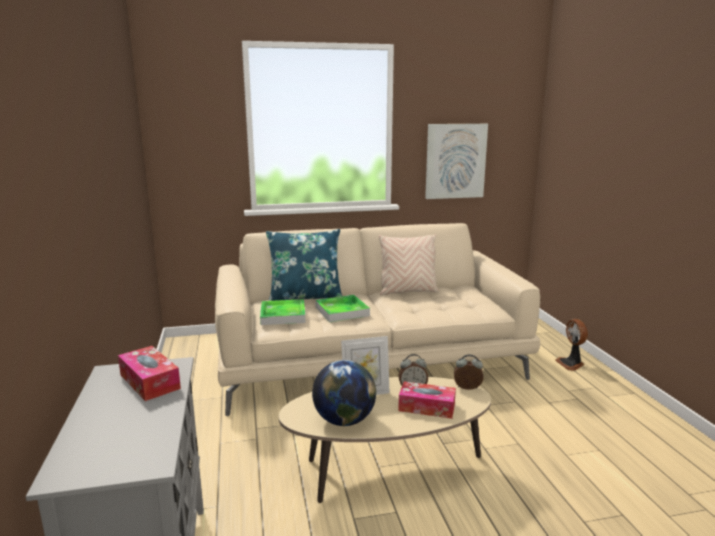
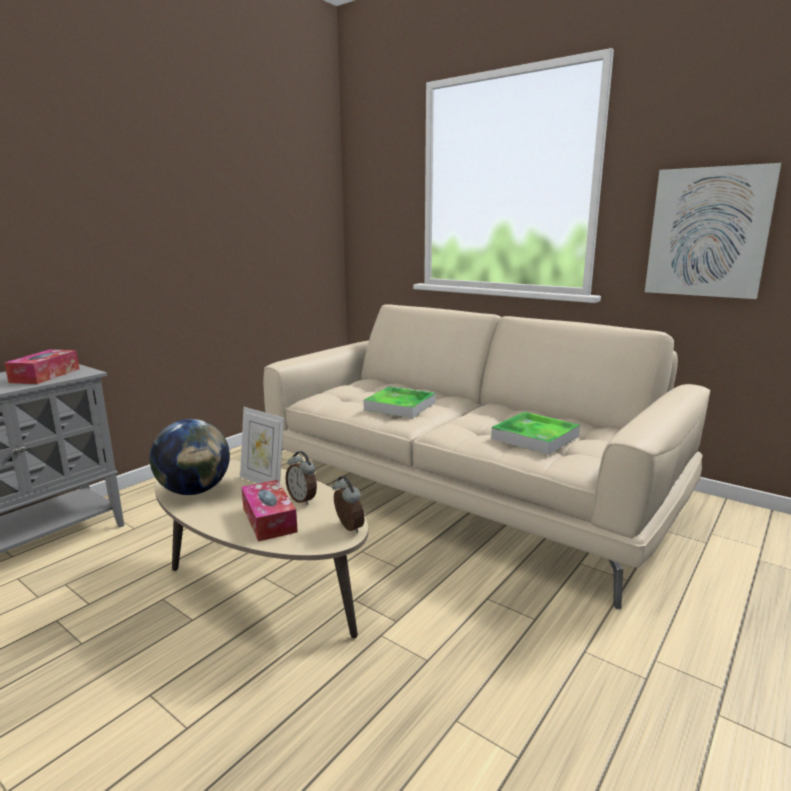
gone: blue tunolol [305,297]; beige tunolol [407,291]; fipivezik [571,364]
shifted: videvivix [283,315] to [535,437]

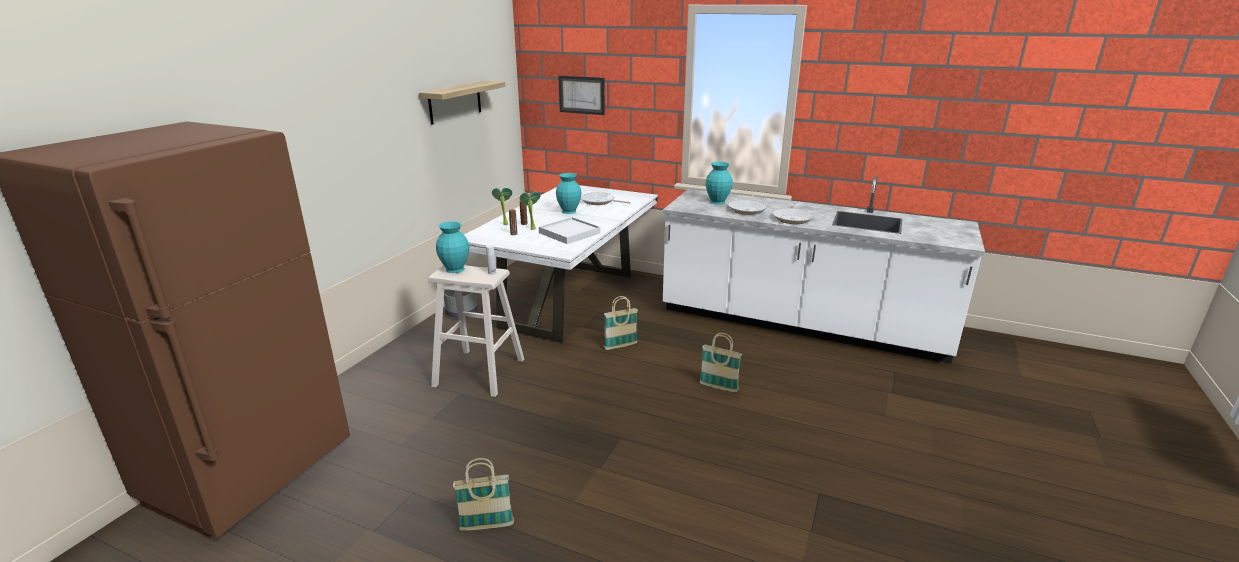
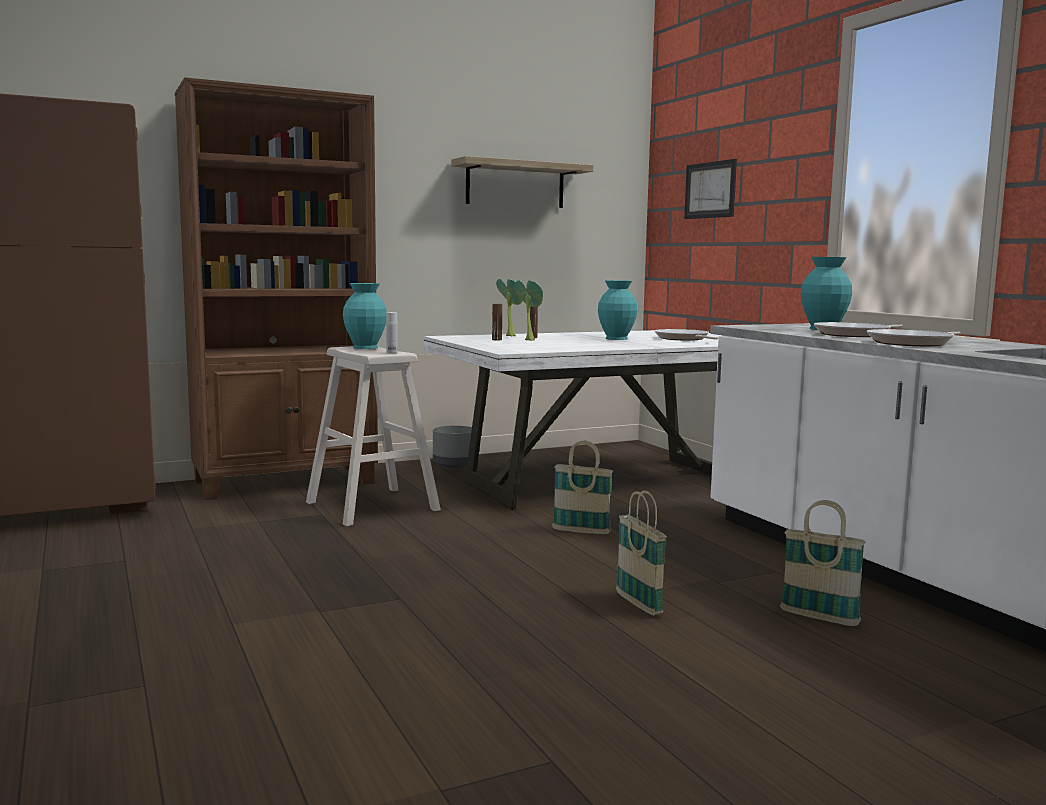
gone: white videvivix [569,233]
new: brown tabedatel [286,482]
shifted: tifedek [486,526] to [819,617]

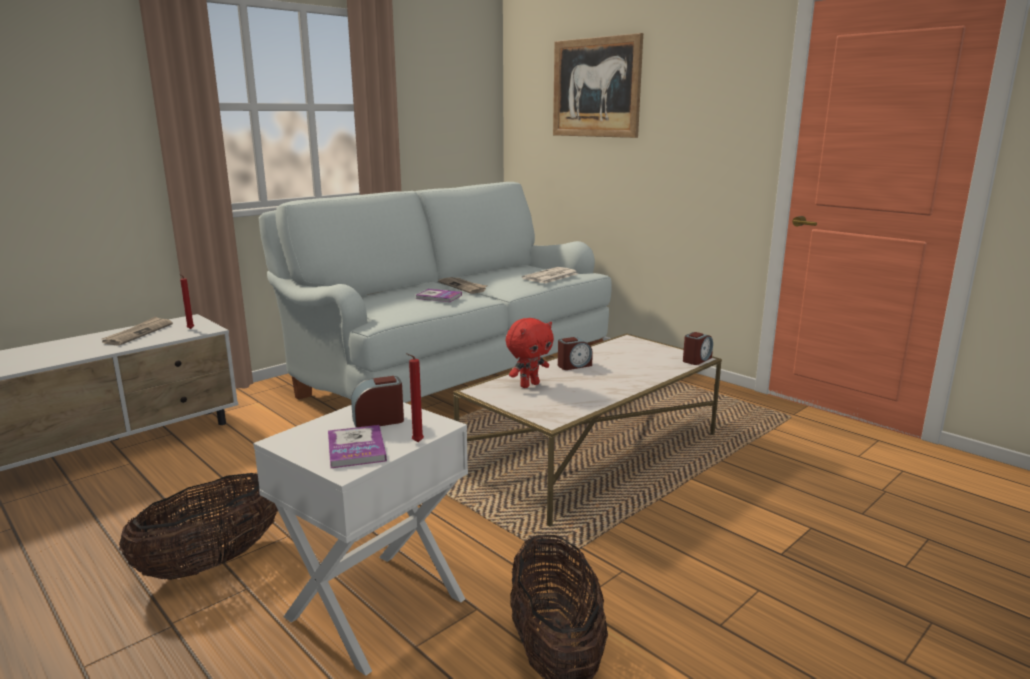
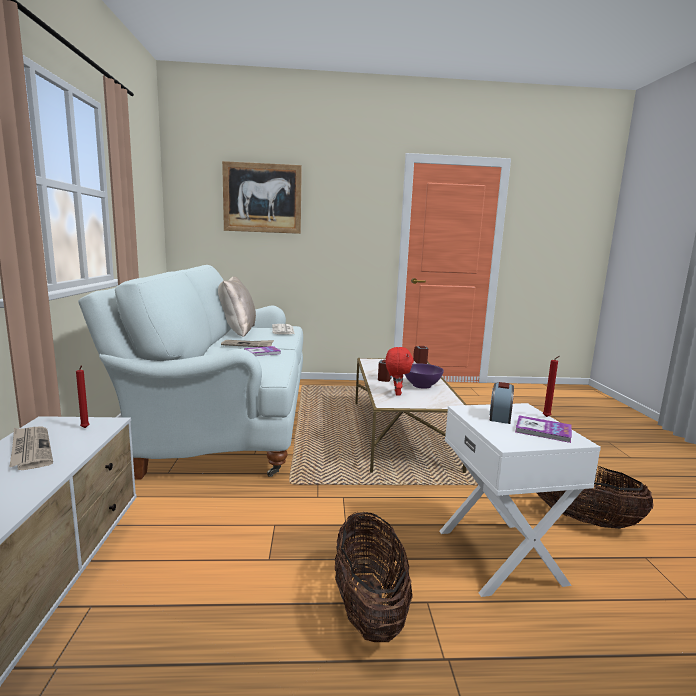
new: beige tunolol [238,331]; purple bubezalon [422,385]

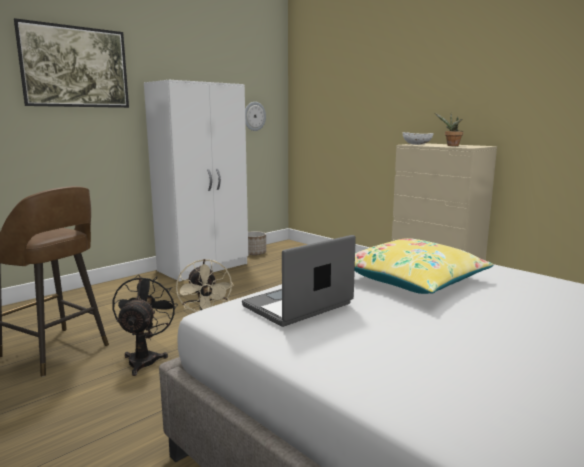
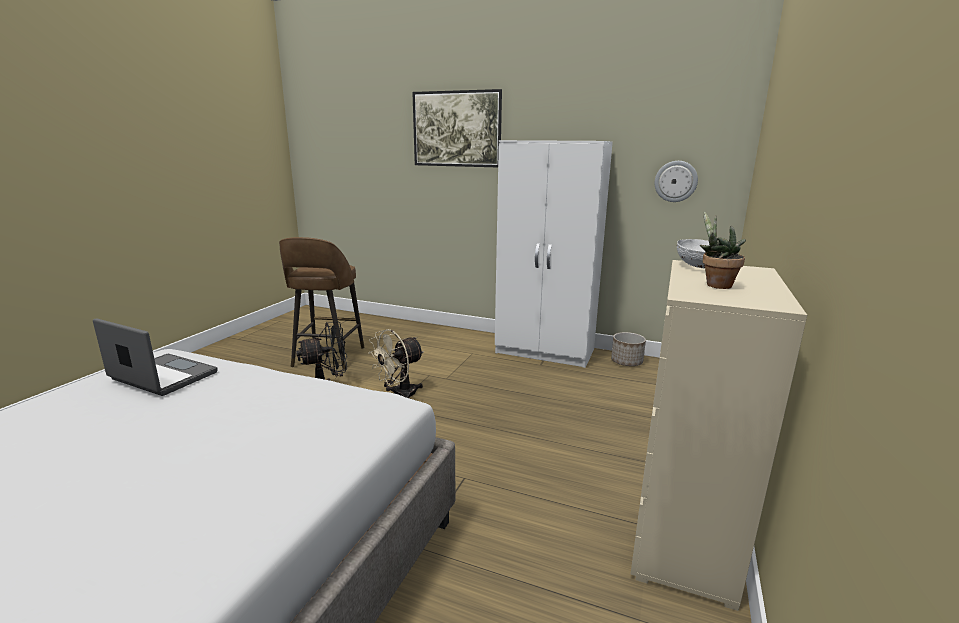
gone: yellow tunolol [413,280]

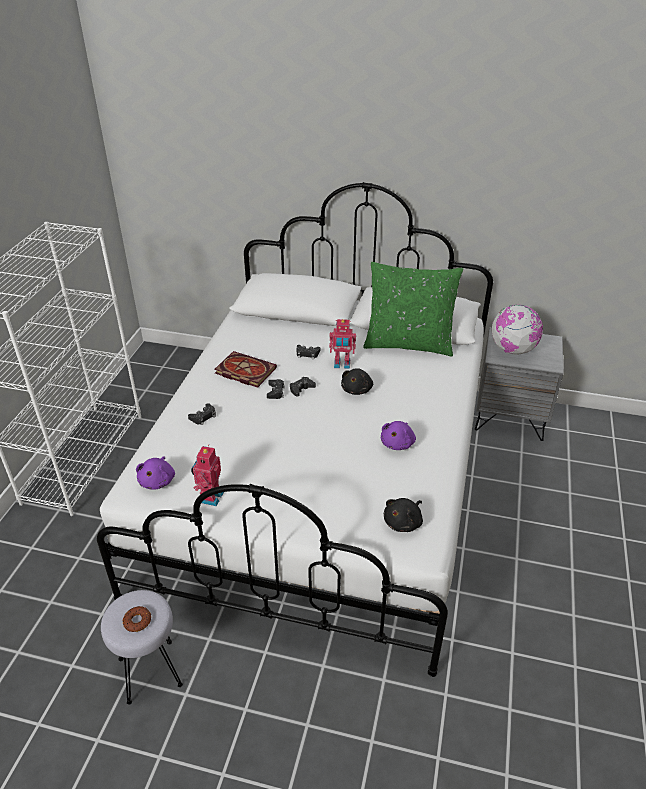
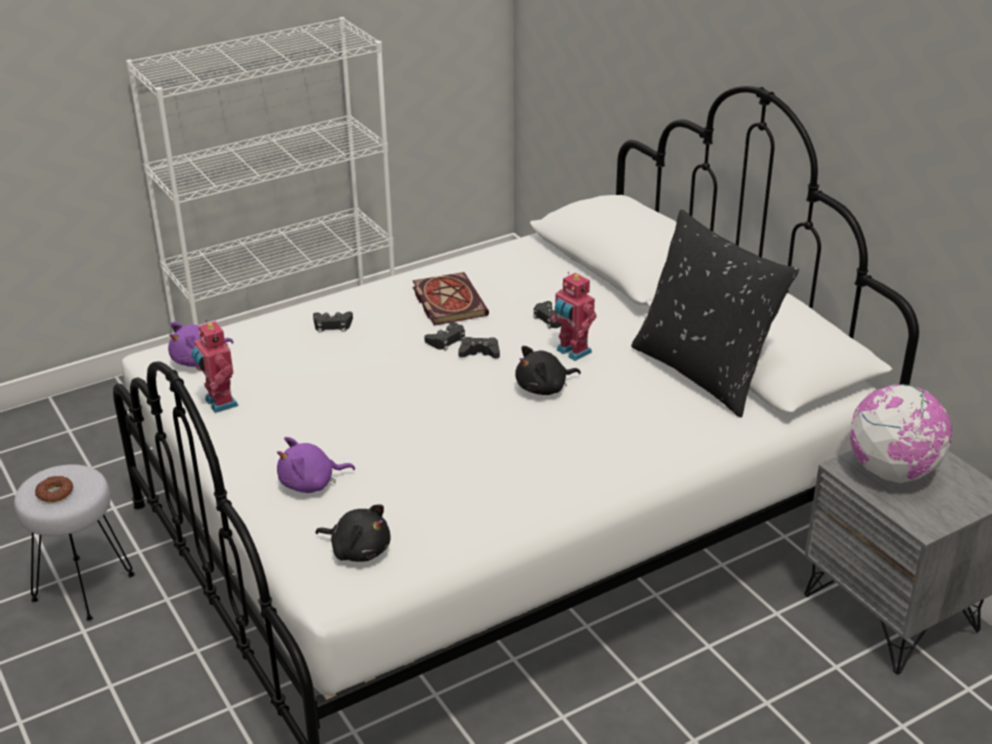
shifted: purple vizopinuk [398,443] to [311,483]
repainted: green tunolol [408,344] to black tunolol [704,372]
rotated: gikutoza [210,497] = [219,403] 90 degrees counterclockwise; black vizopinuk [404,522] = [358,550] 150 degrees counterclockwise

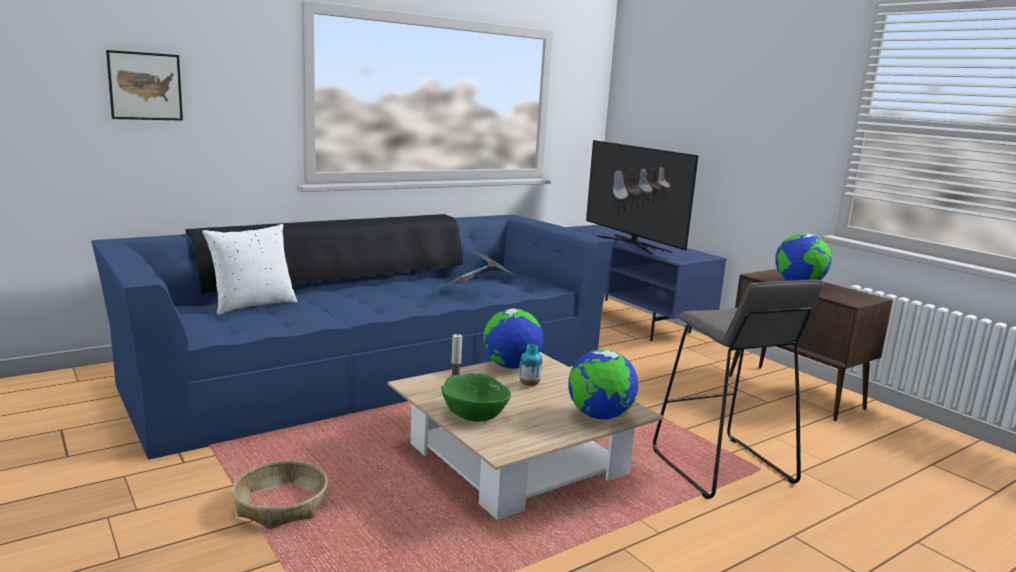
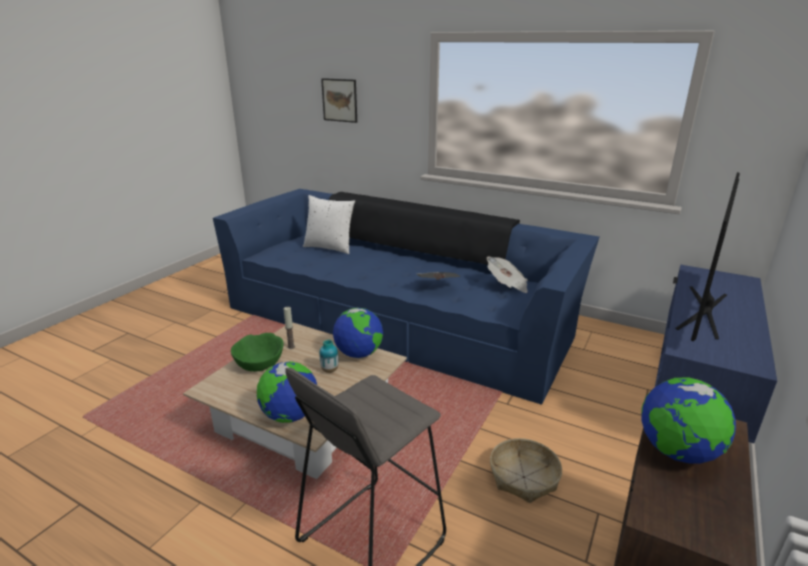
shifted: tifedek [281,505] to [523,477]

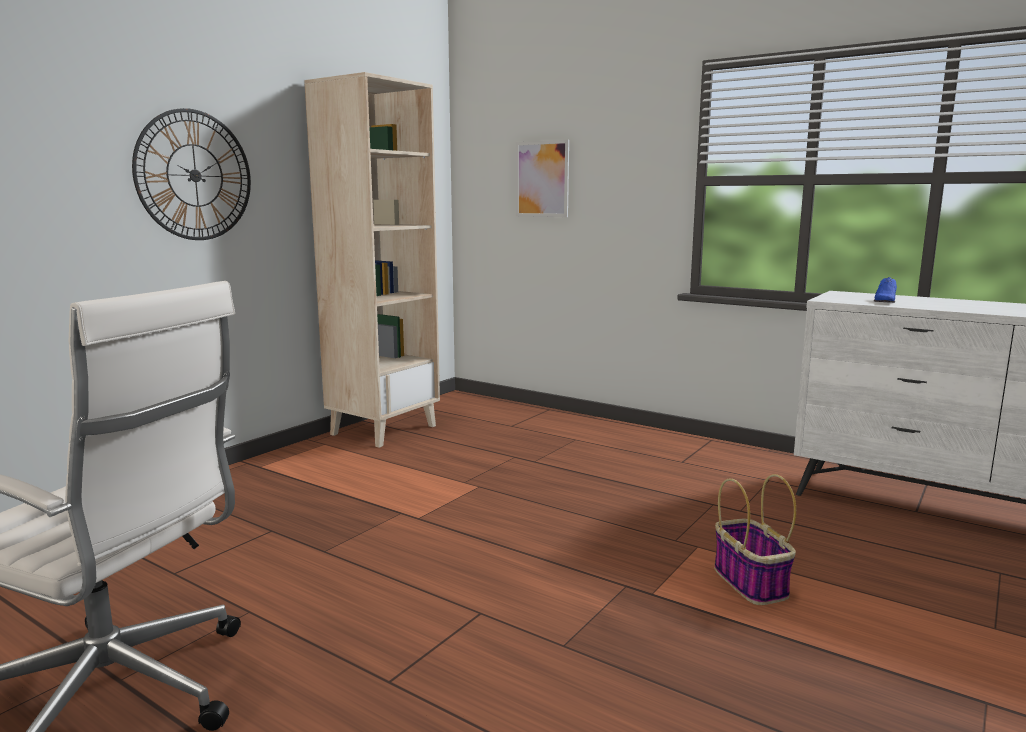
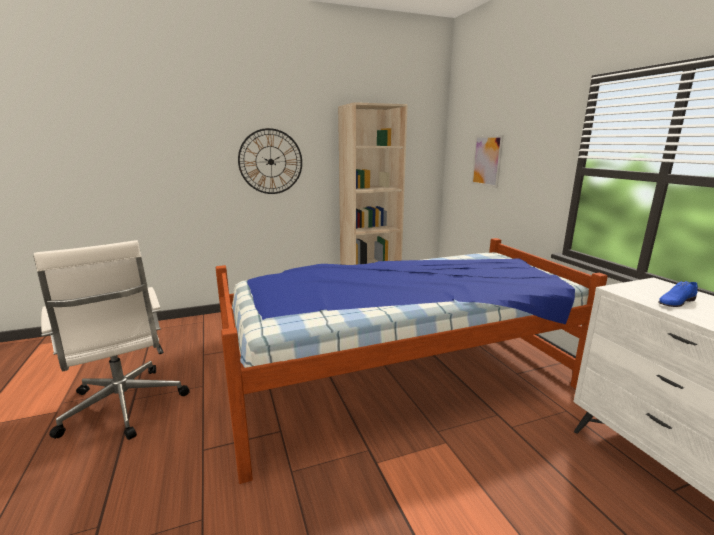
gone: tifedek [751,583]
new: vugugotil [399,379]

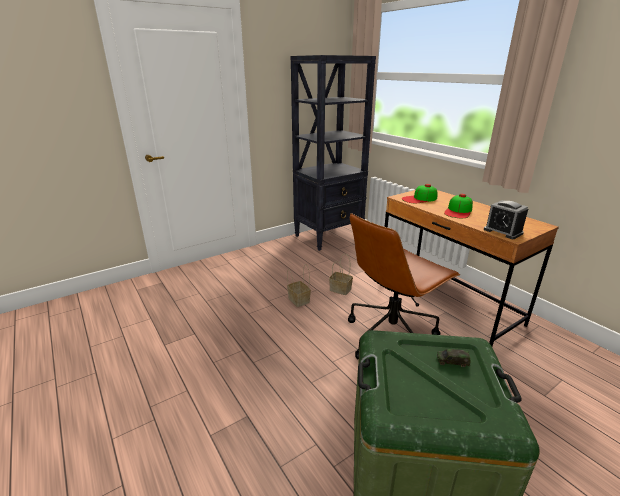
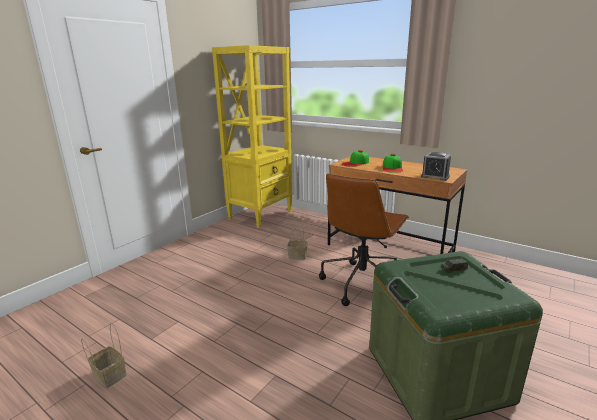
shifted: tifedek [298,300] to [108,375]
repainted: black tabedatel [329,236] to yellow tabedatel [261,215]

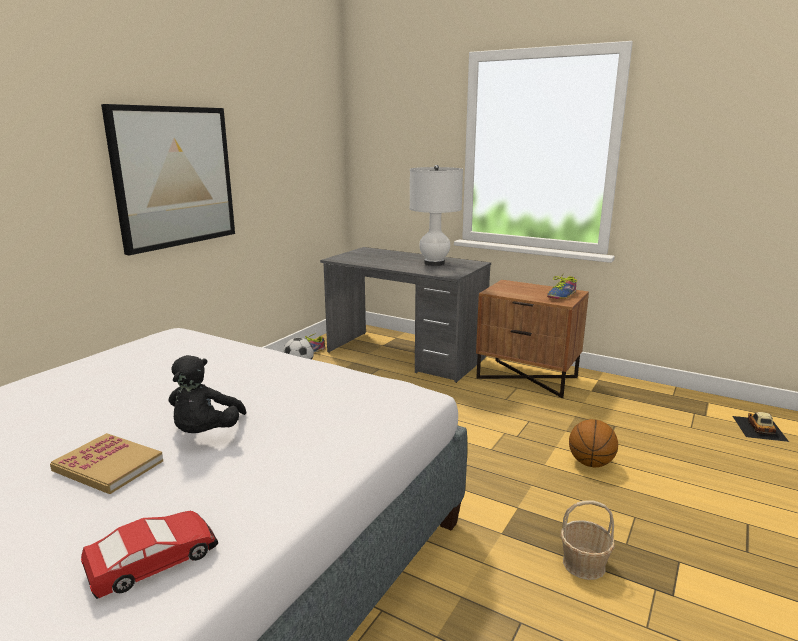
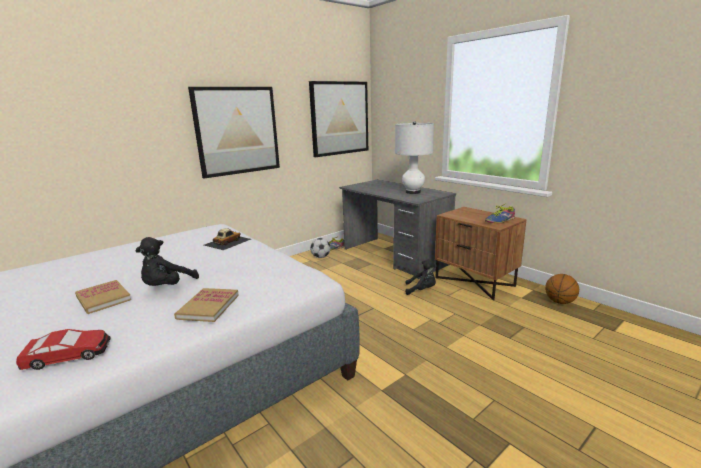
gone: tifedek [584,564]
new: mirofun [208,306]; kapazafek [339,118]; black vizopinuk [421,290]
shifted: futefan [590,463] to [560,302]; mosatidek [759,428] to [227,242]

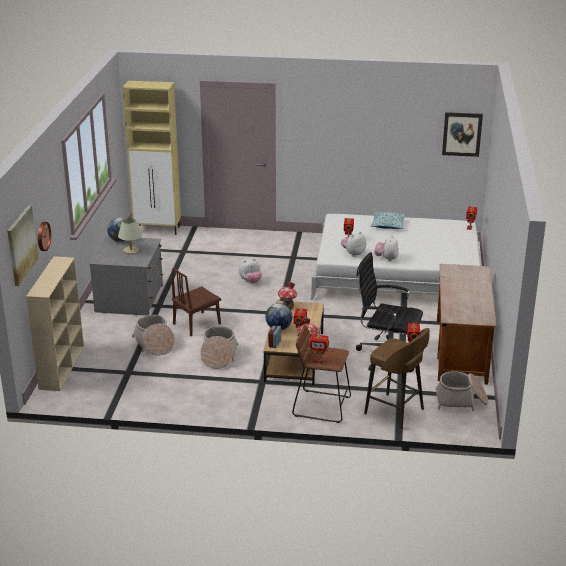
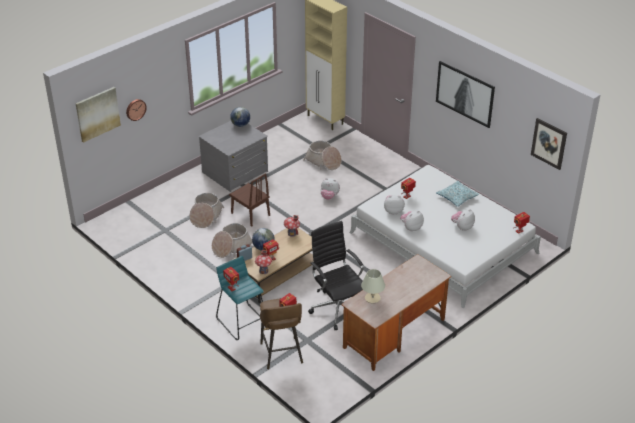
gone: beige tabedatel [62,367]
new: kapazafek [465,93]; vizopinuk [462,227]
shifted: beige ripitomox [131,250] to [372,298]; tifedek [461,400] to [323,162]
repainted: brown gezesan [321,406] to turquoise gezesan [243,321]
rotated: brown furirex [197,324] = [250,214] 135 degrees counterclockwise

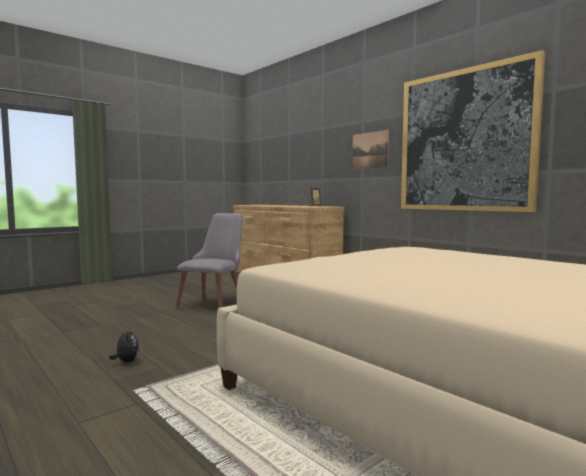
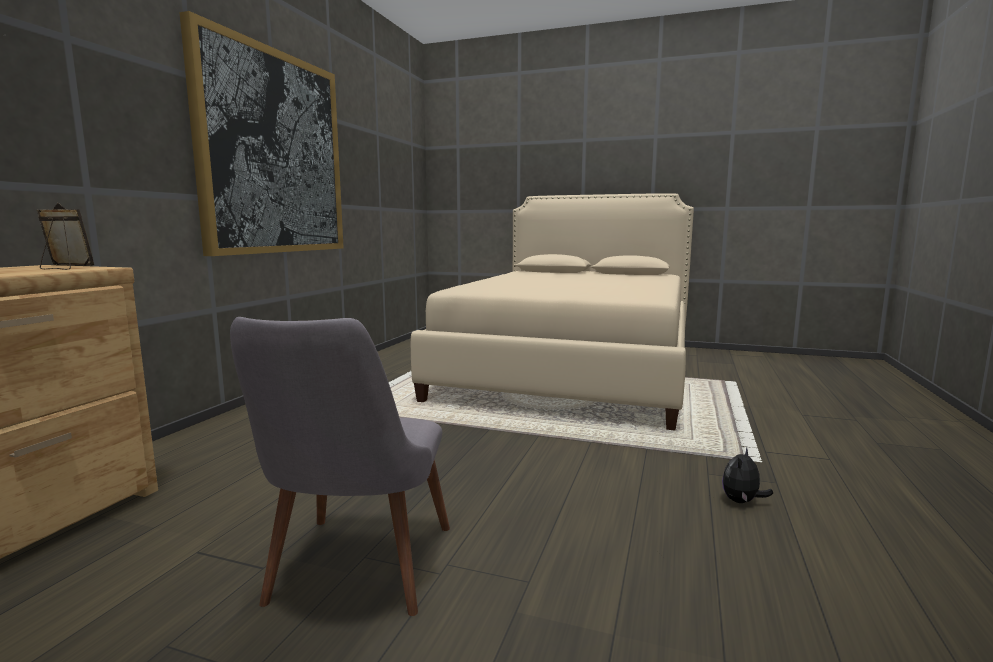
gone: kapazafek [370,150]
rotated: grey furirex [215,303] = [355,578] 75 degrees counterclockwise

